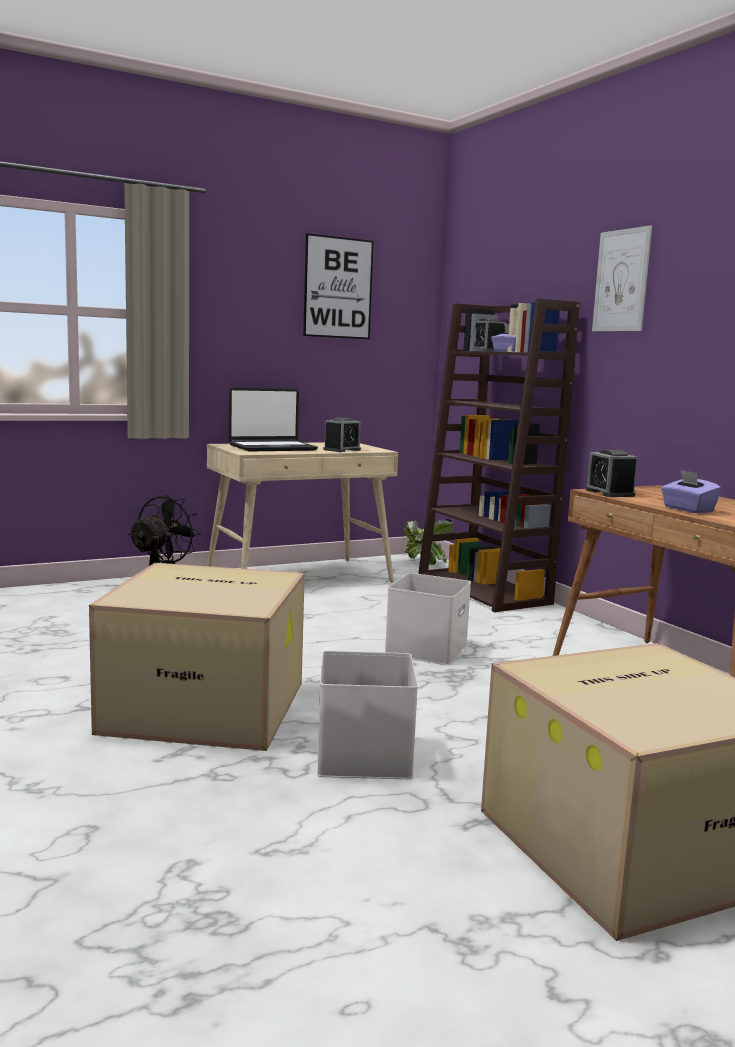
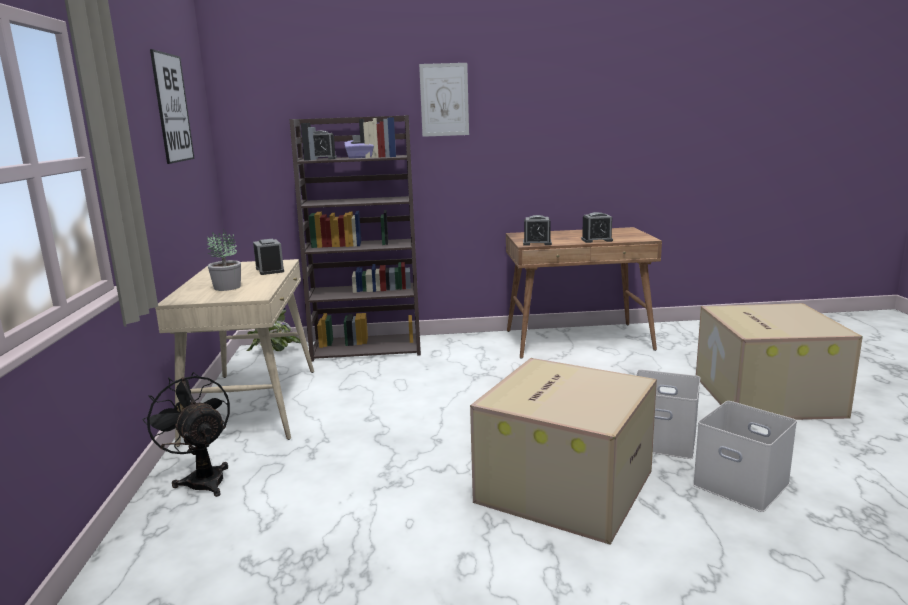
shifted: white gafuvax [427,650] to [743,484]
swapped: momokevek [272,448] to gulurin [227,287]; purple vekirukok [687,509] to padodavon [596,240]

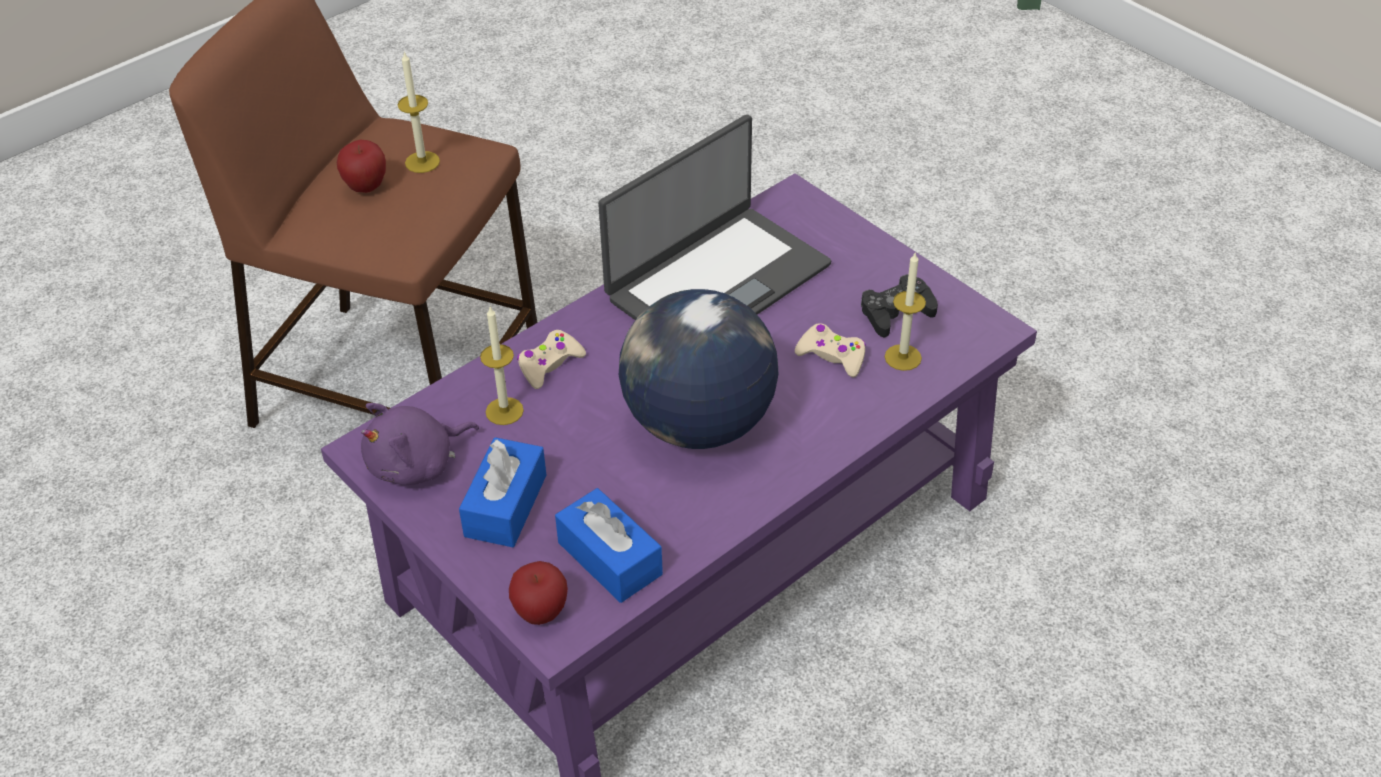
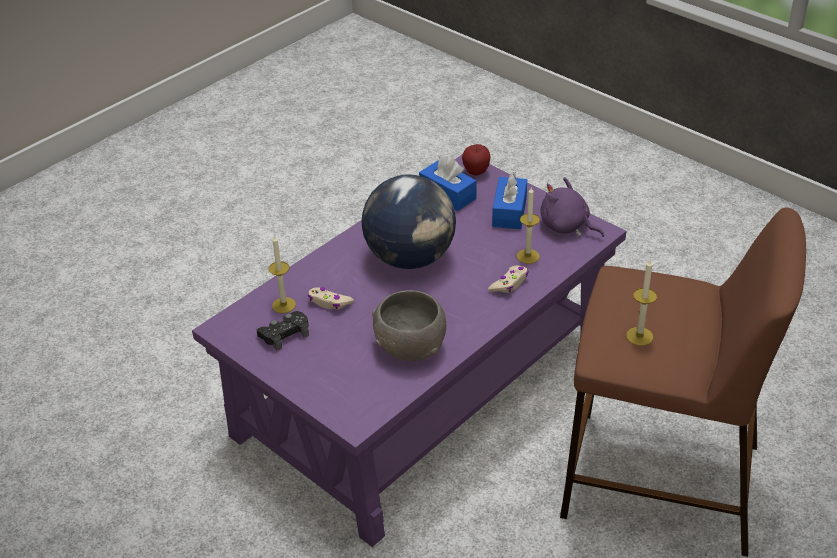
gone: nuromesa [366,187]
swapped: momokevek [716,280] to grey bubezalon [410,347]
rotated: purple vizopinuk [417,464] = [567,226] 105 degrees counterclockwise

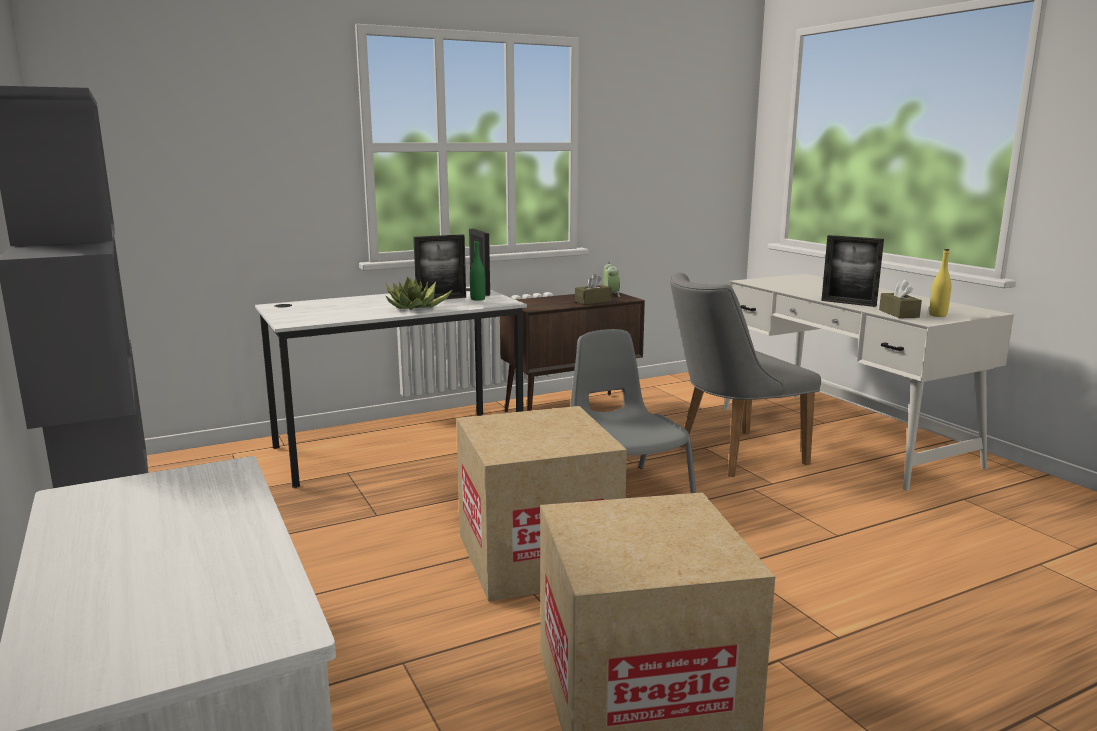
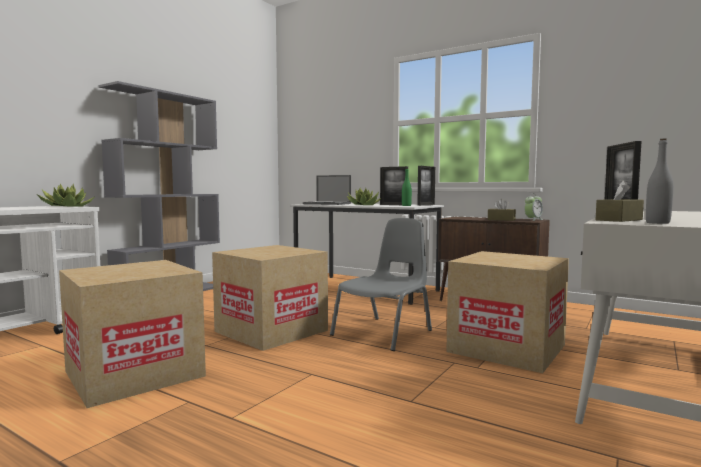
new: gulurin [67,206]; momokevek [328,204]
swapped: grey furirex [730,455] to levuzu [506,348]
repainted: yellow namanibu [938,315] to grey namanibu [657,223]

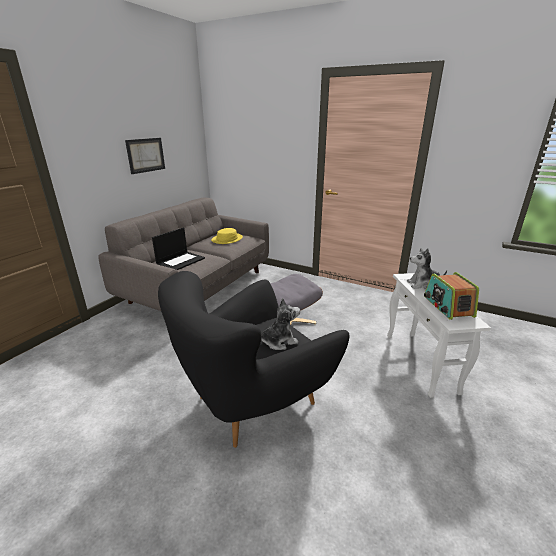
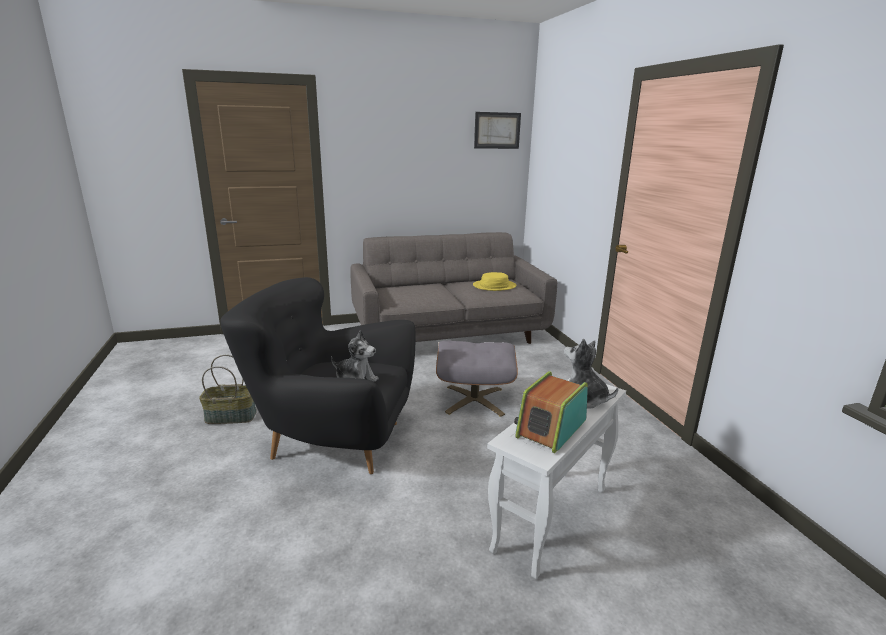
gone: momokevek [181,261]
new: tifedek [231,416]
shifted: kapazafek [145,155] to [497,130]

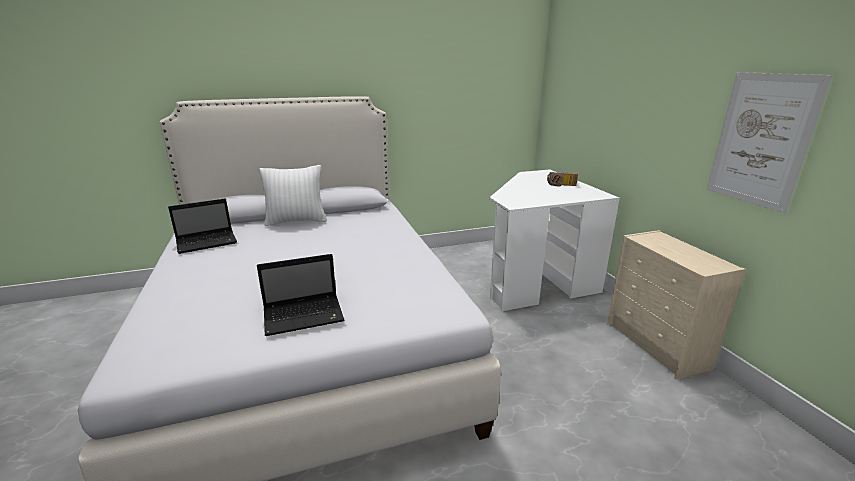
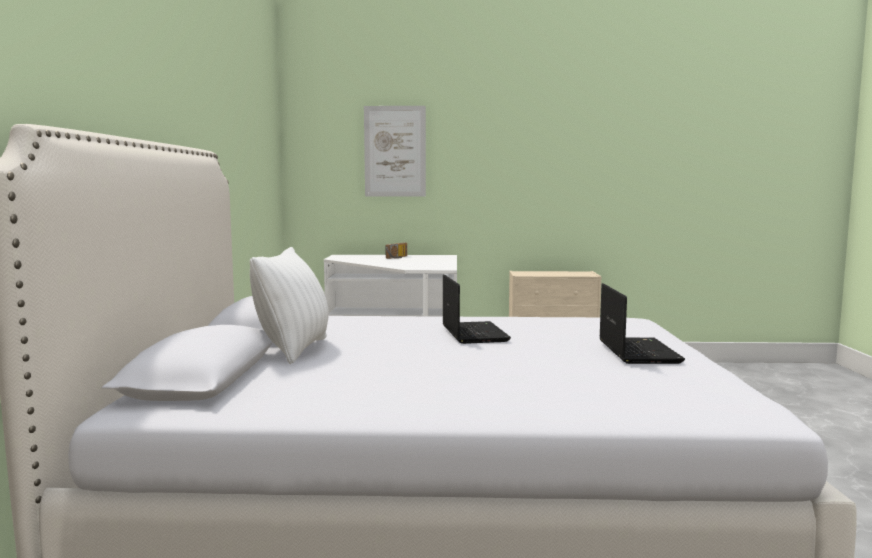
shifted: momokevek [208,242] to [473,333]; kapazafek [761,140] to [395,151]

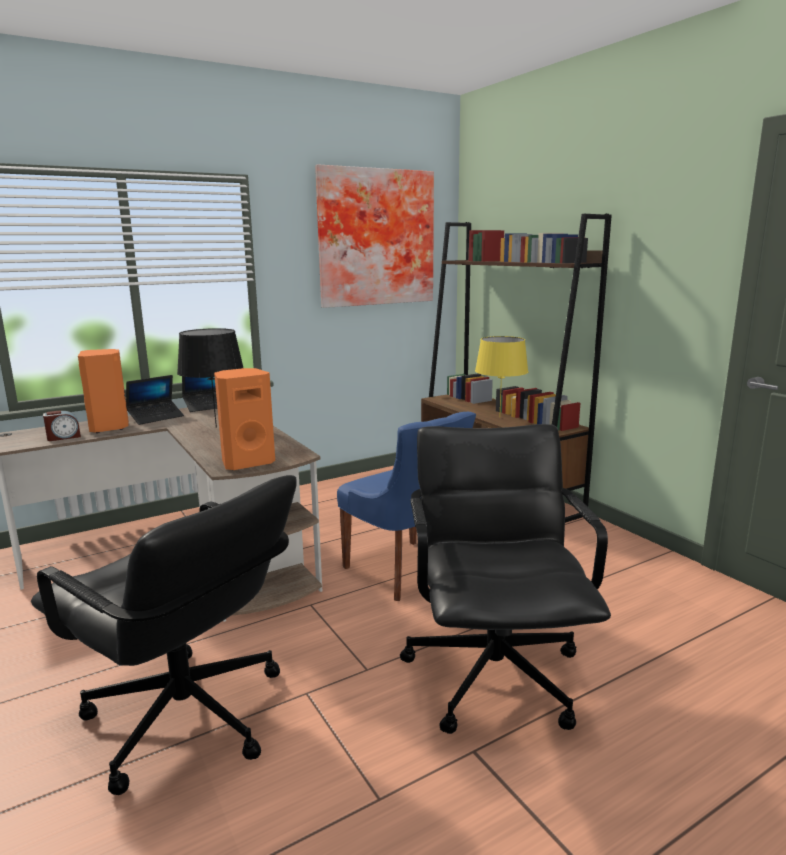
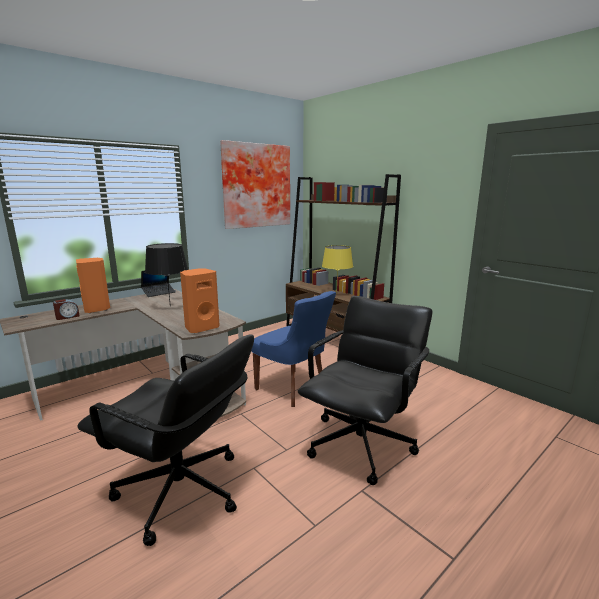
gone: momokevek [156,417]
rotated: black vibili [495,674] = [362,444] 45 degrees clockwise

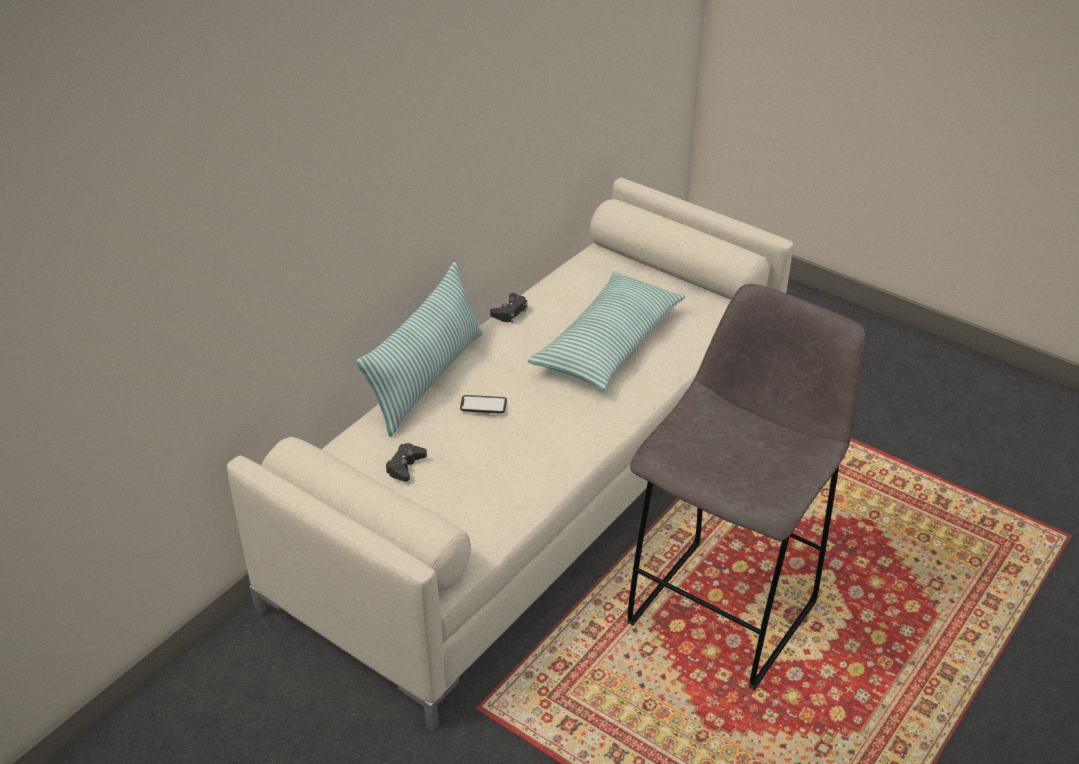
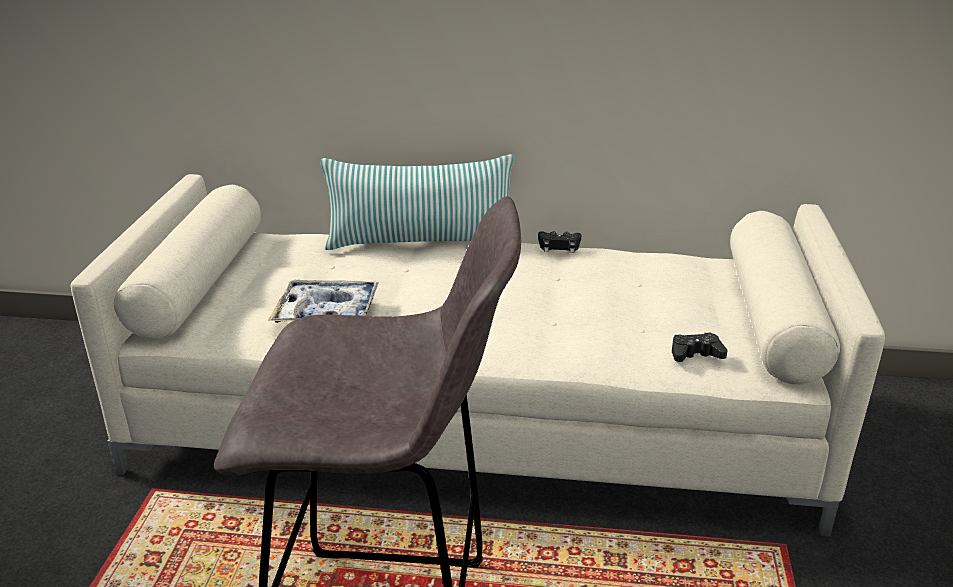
gone: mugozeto [483,405]; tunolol [608,344]
new: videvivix [327,312]
shifted: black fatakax [405,466] to [695,354]

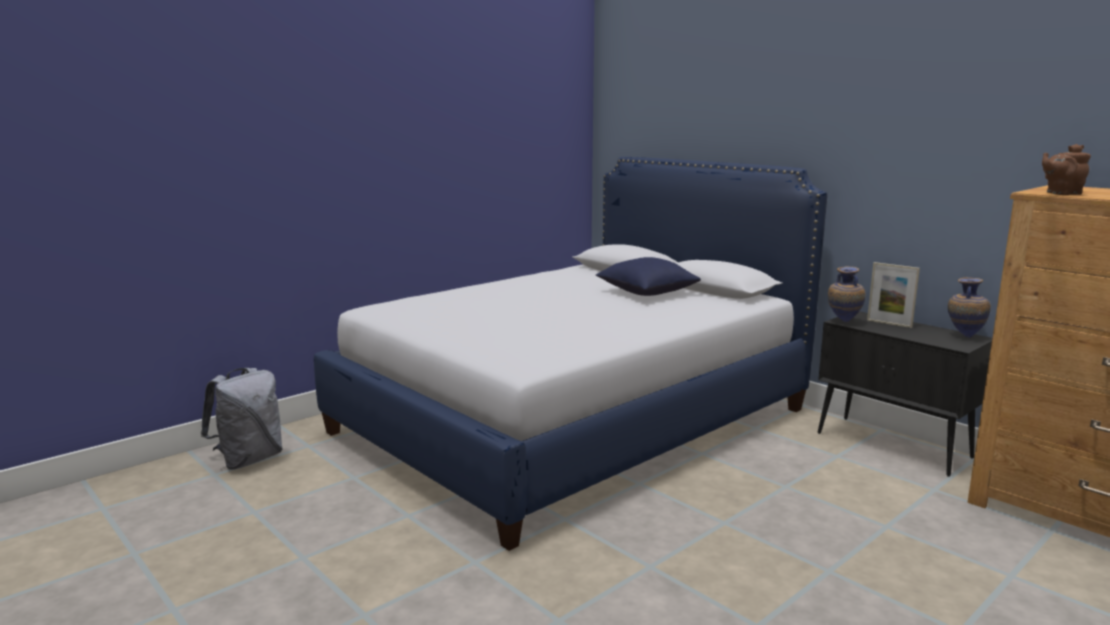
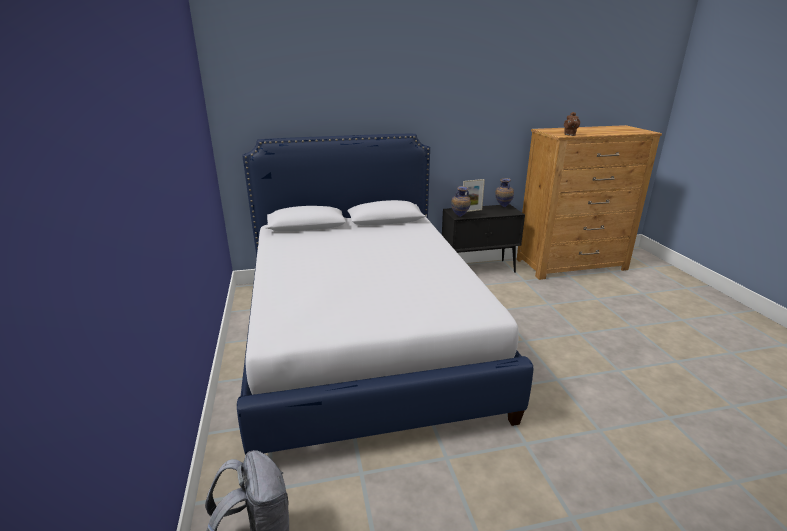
gone: blue tunolol [646,293]

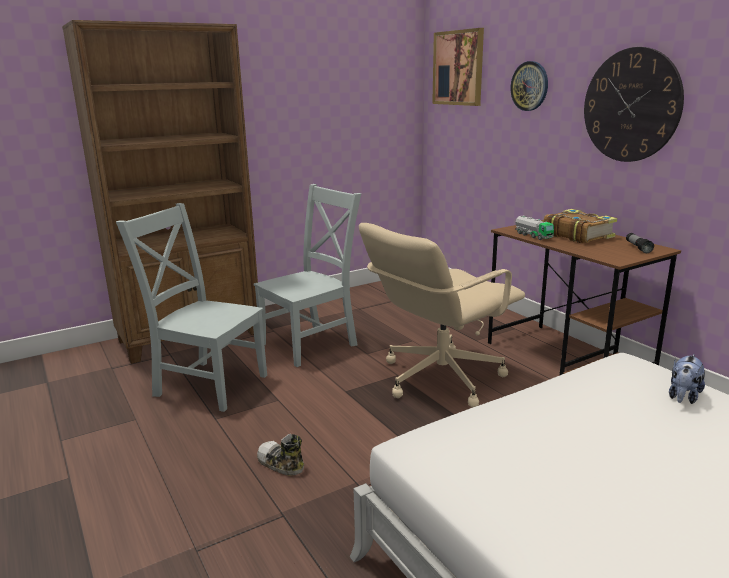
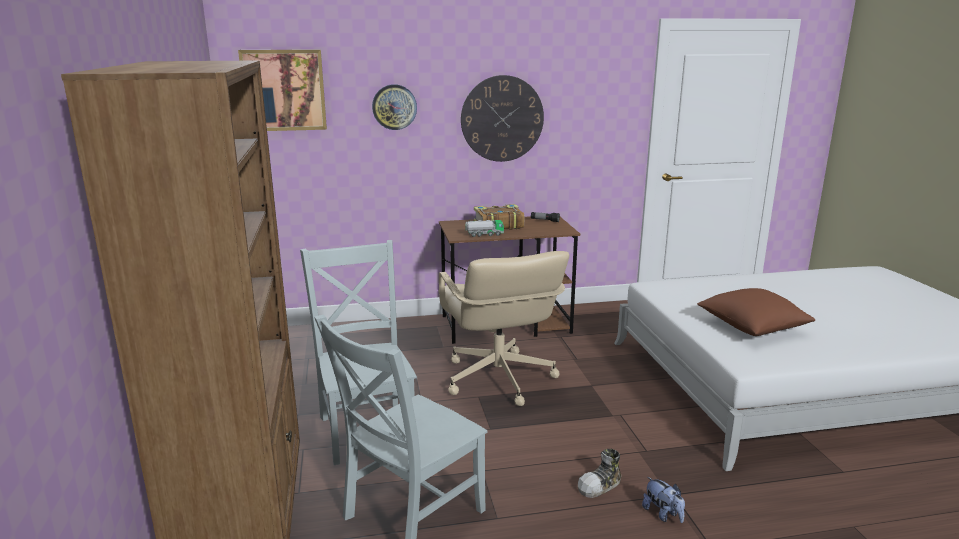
new: brown tunolol [751,327]
shifted: vizopinuk [683,397] to [663,514]

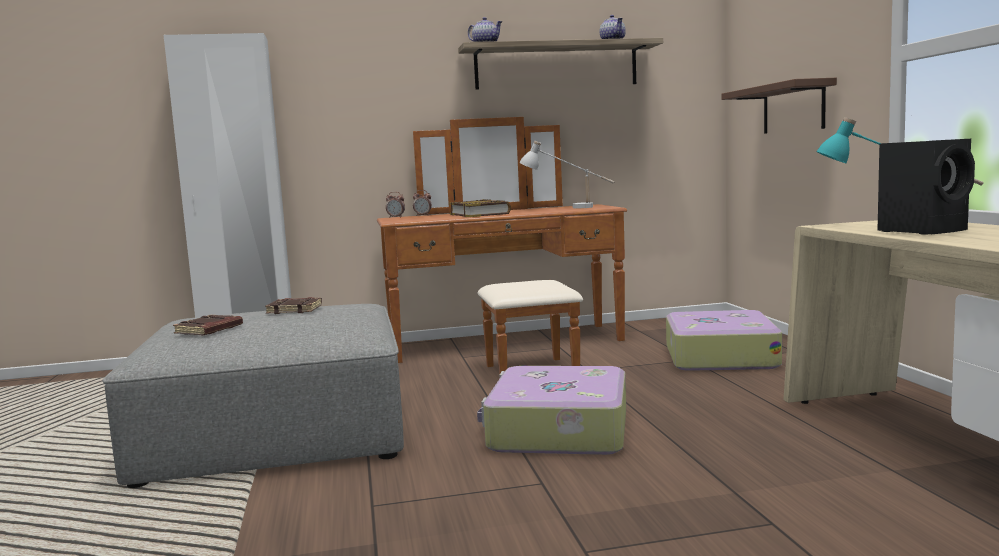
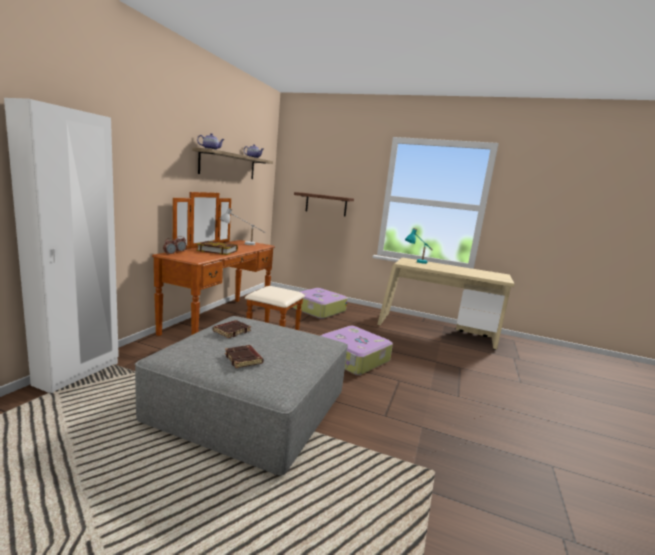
gone: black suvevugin [924,230]

